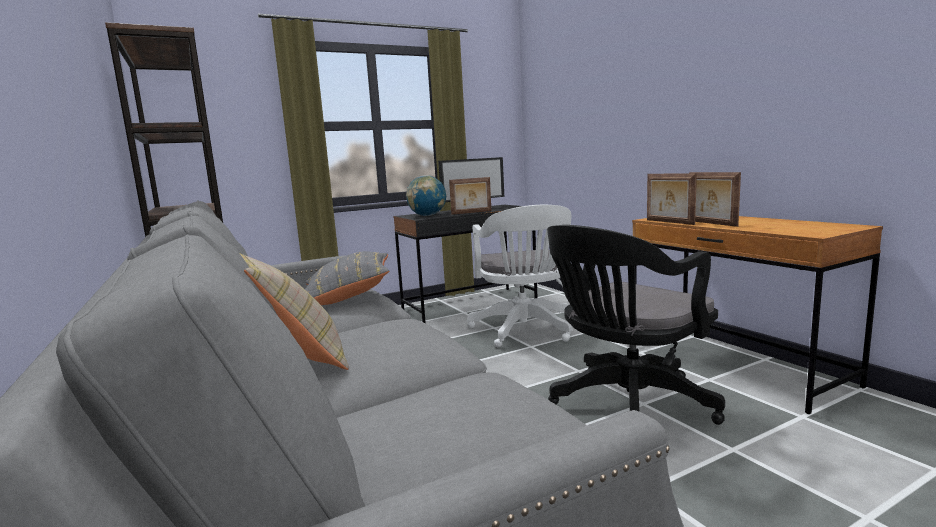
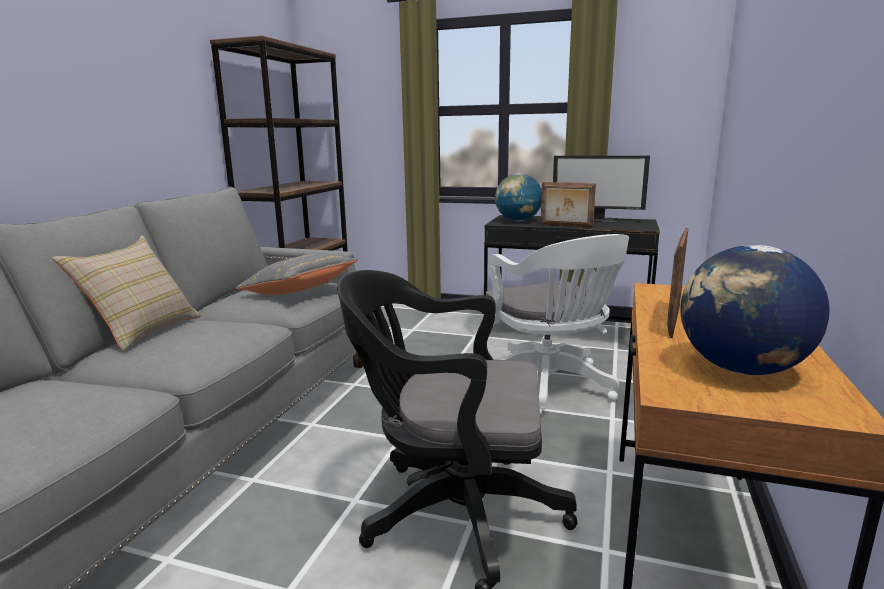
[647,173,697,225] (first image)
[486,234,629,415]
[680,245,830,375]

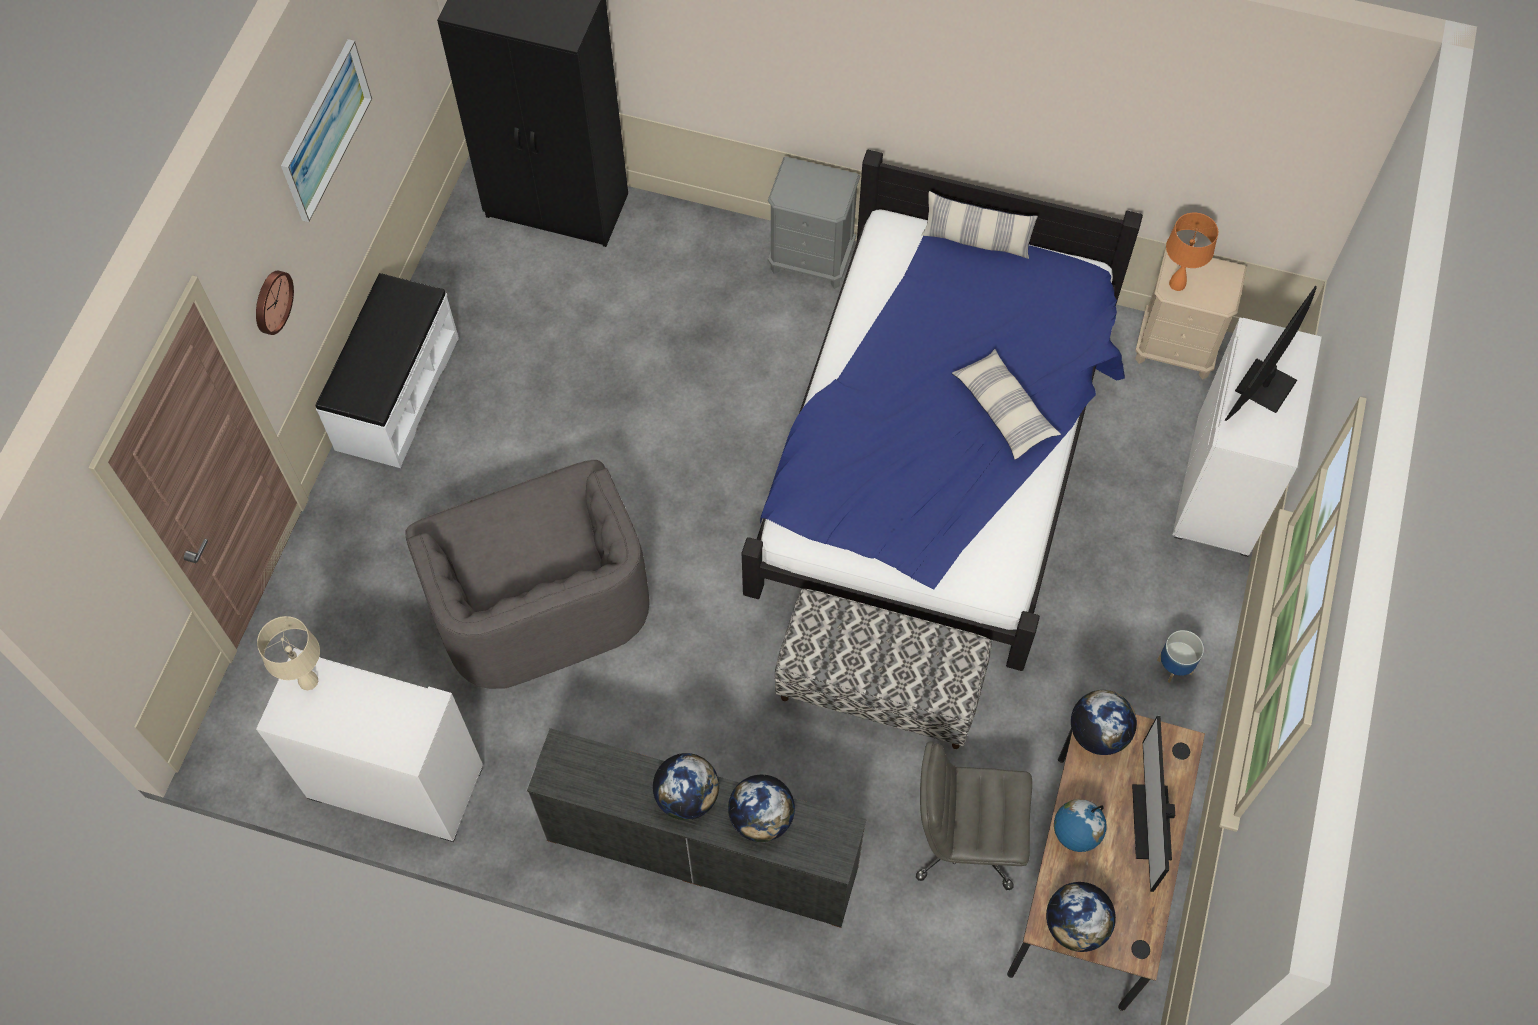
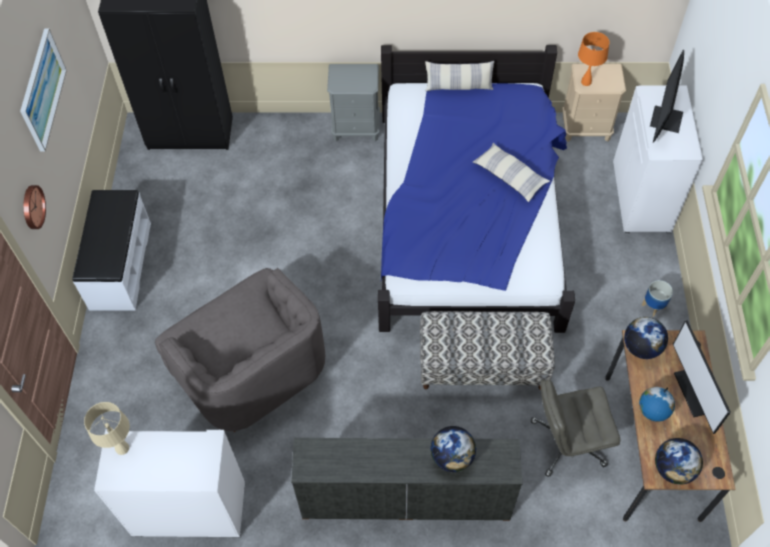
[653,753,719,820] (first image)

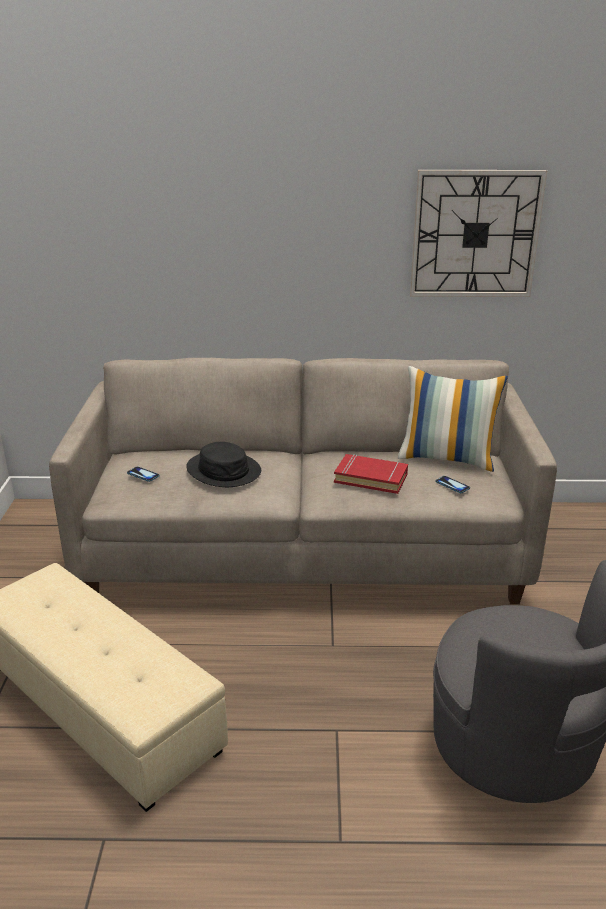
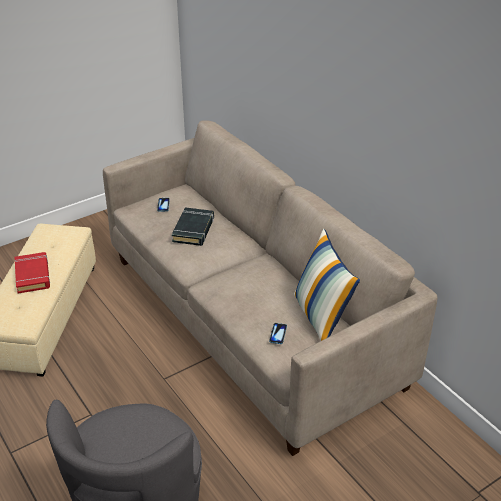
[410,170,547,297] (first image)
[172,207,214,246]
[15,252,50,294]

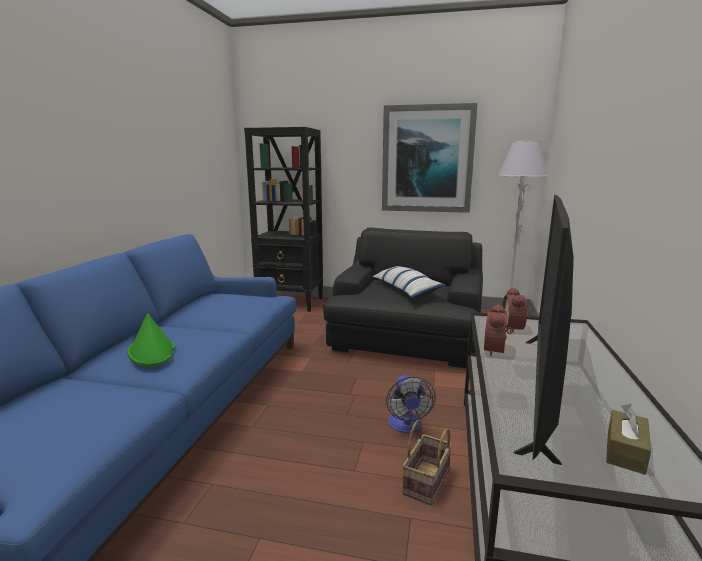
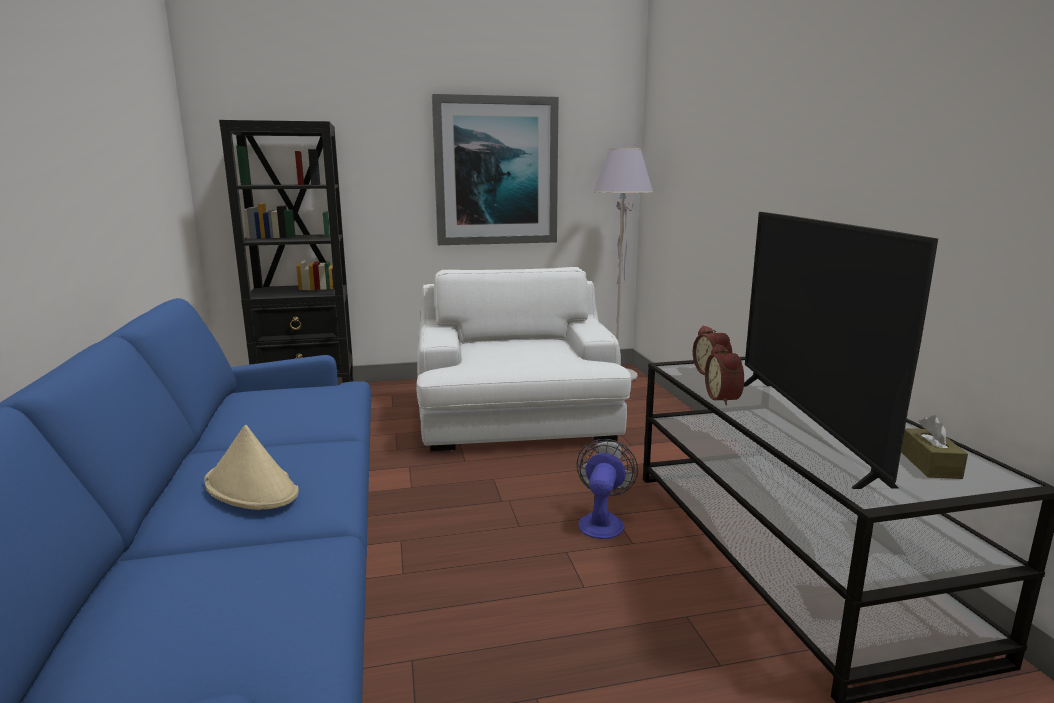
[416,267,631,452]
[372,266,446,298] (first image)
[204,425,299,510]
[576,439,638,539]
[402,419,452,505] (first image)

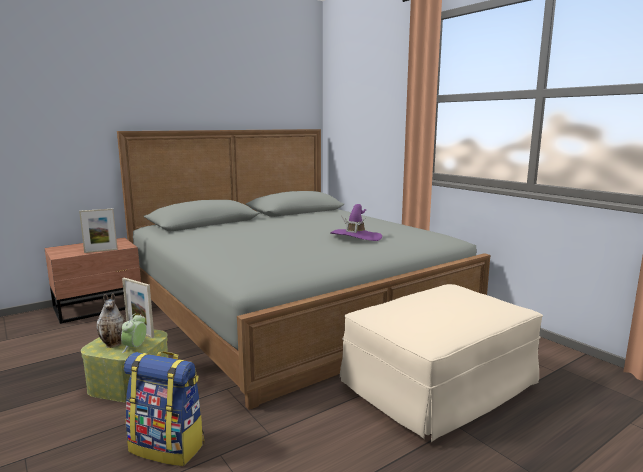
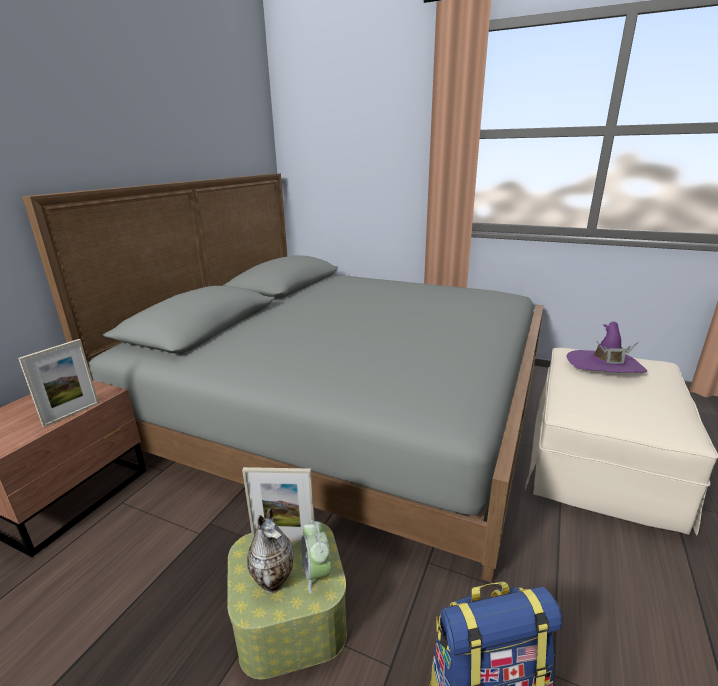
[566,322,647,373]

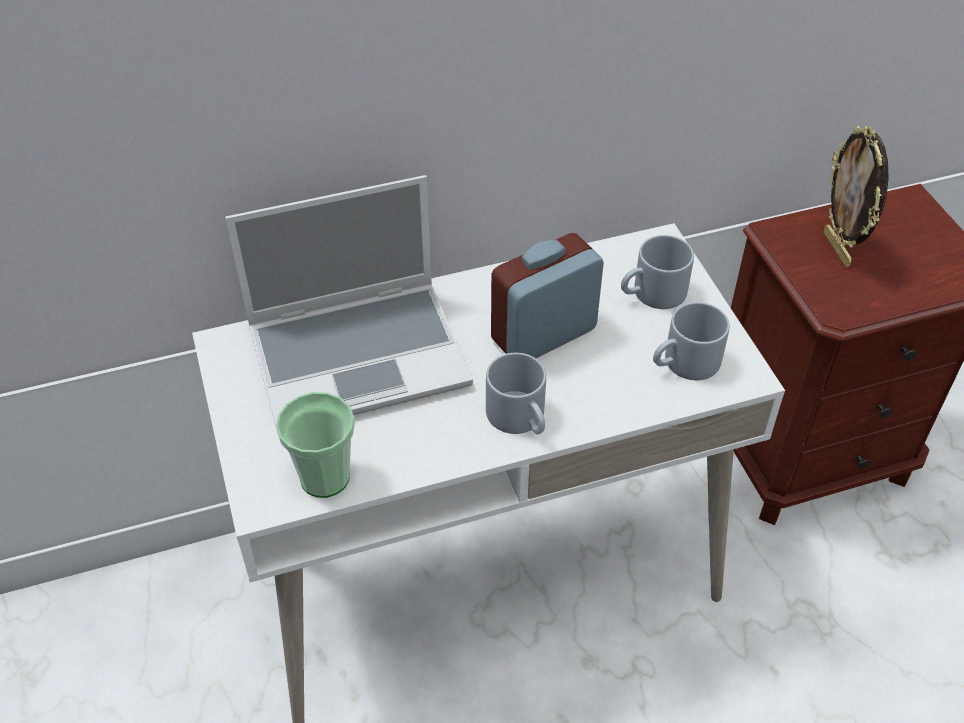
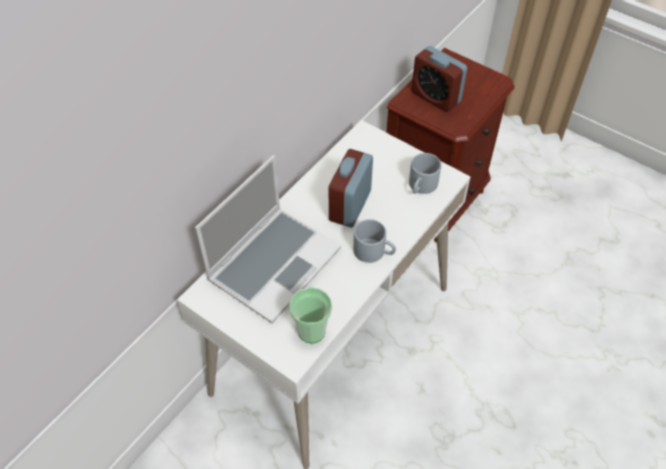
[411,46,467,112]
[621,235,694,309] (first image)

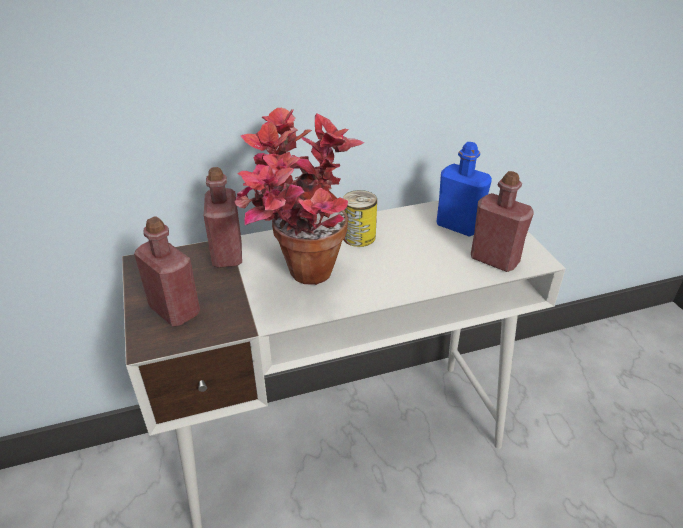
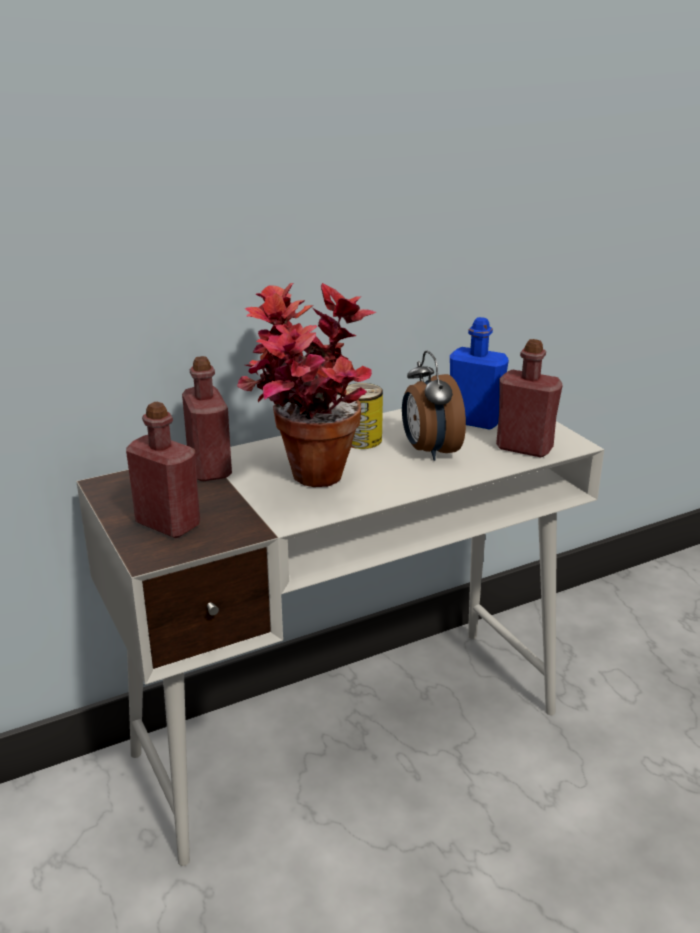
[402,350,466,461]

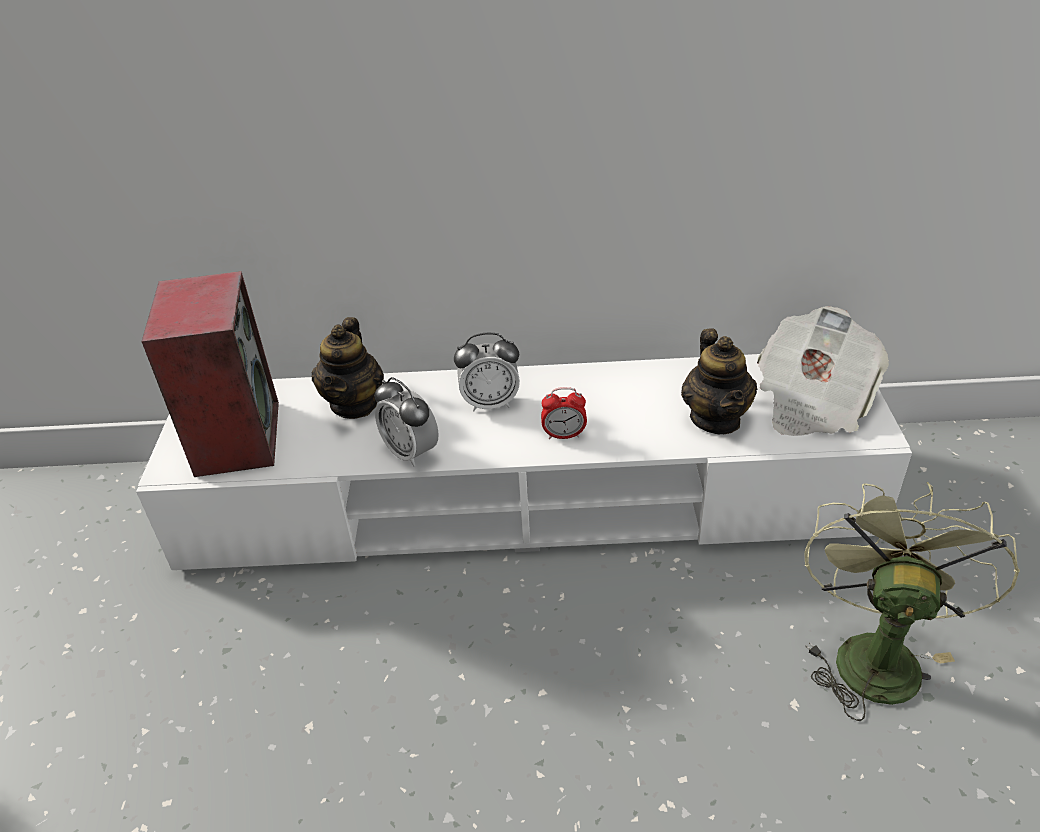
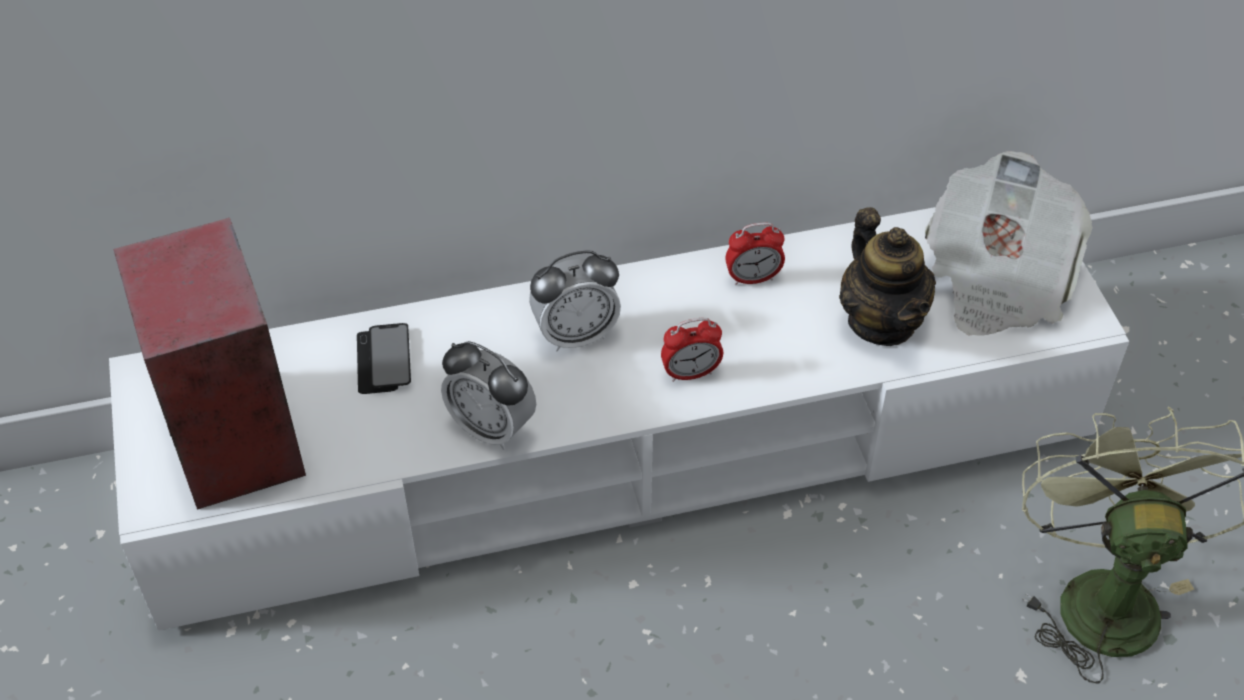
[357,323,411,394]
[725,222,785,285]

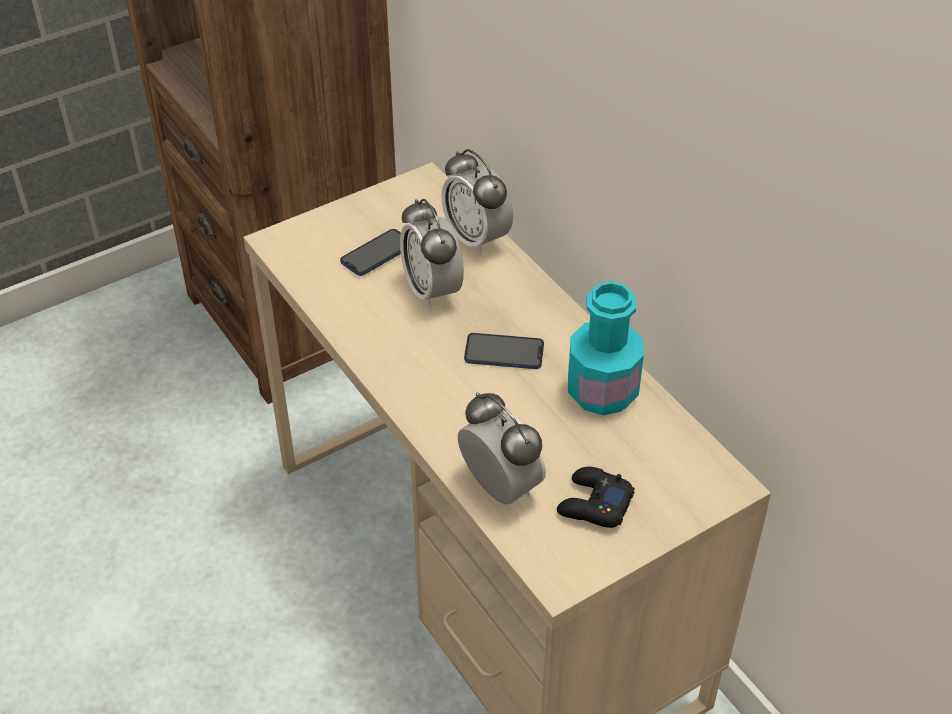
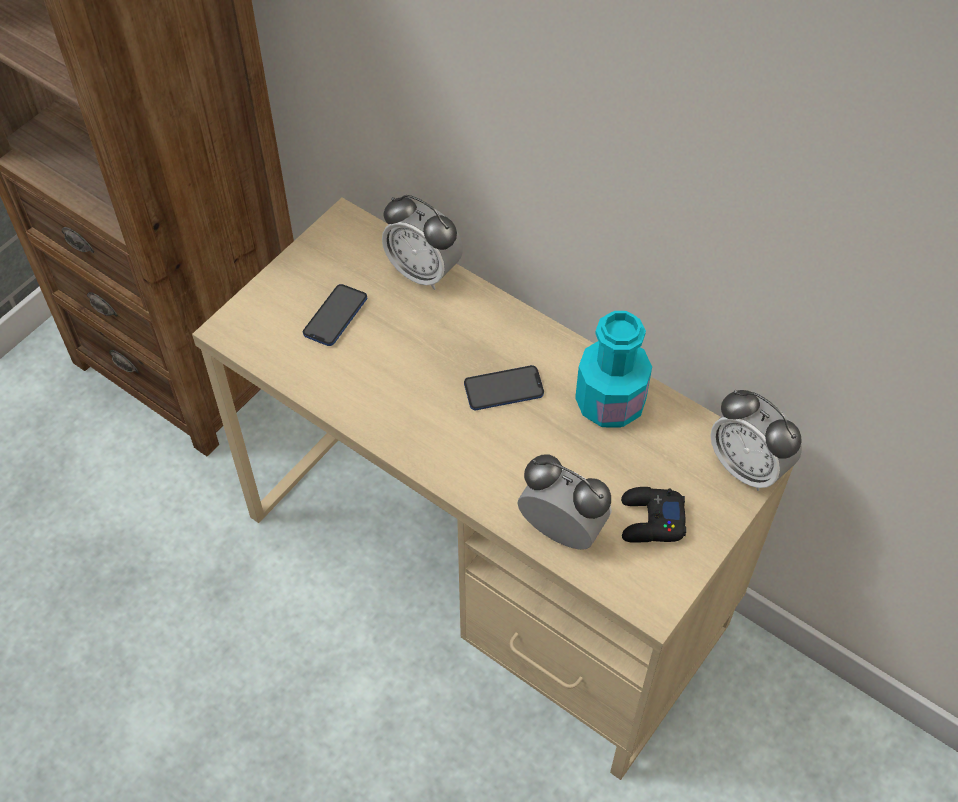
[710,390,802,491]

